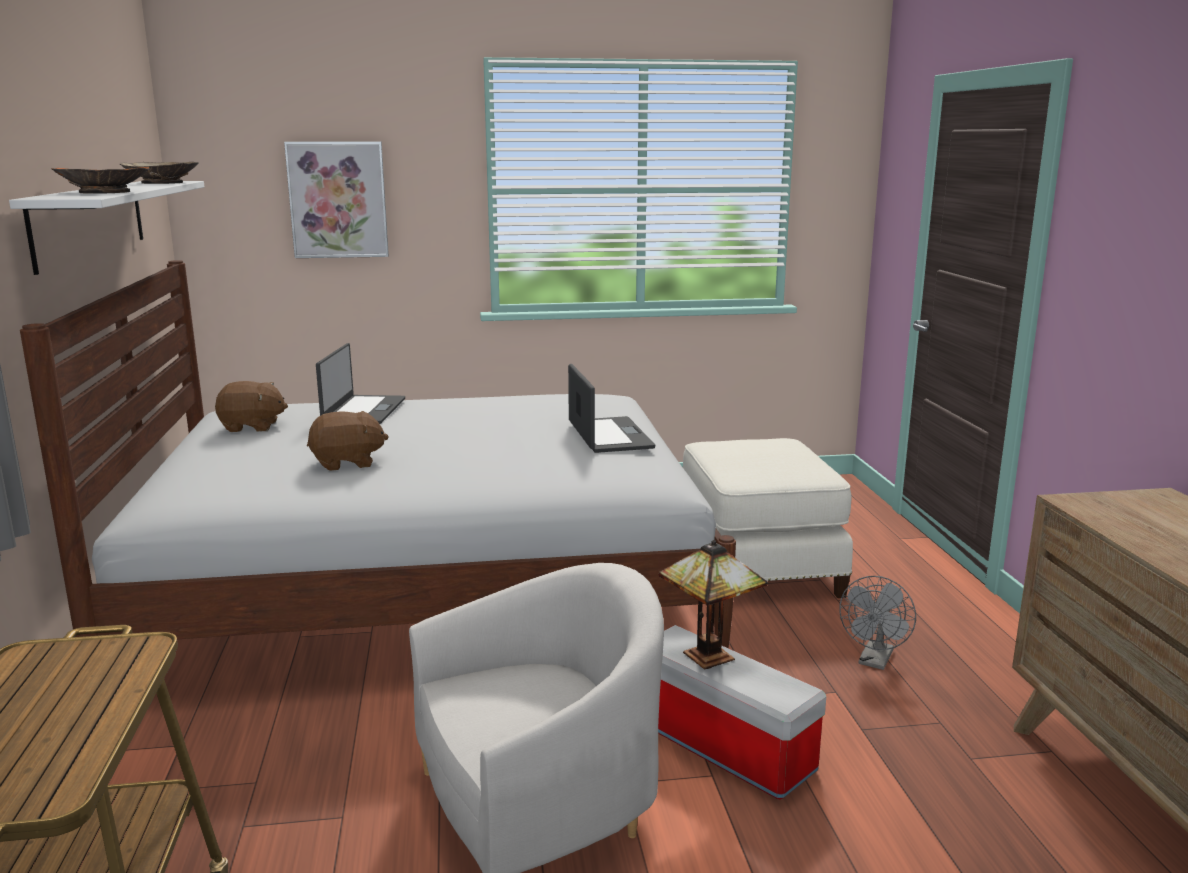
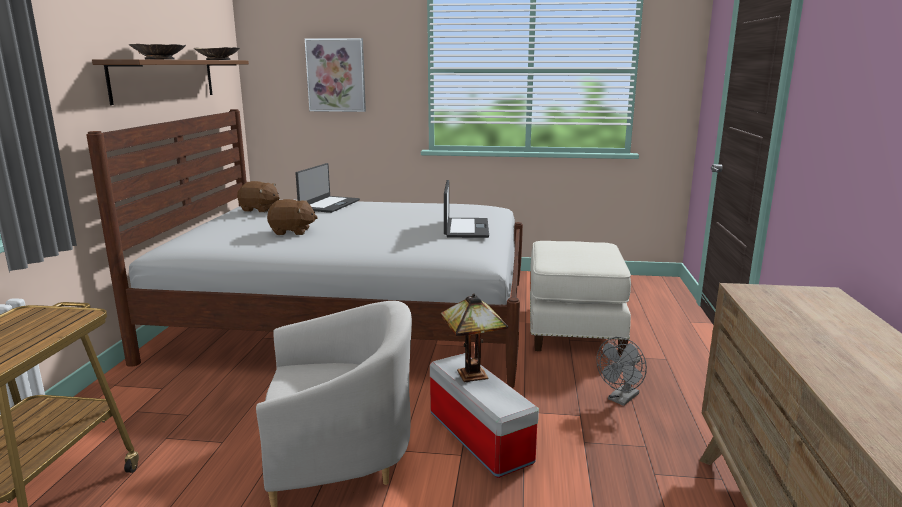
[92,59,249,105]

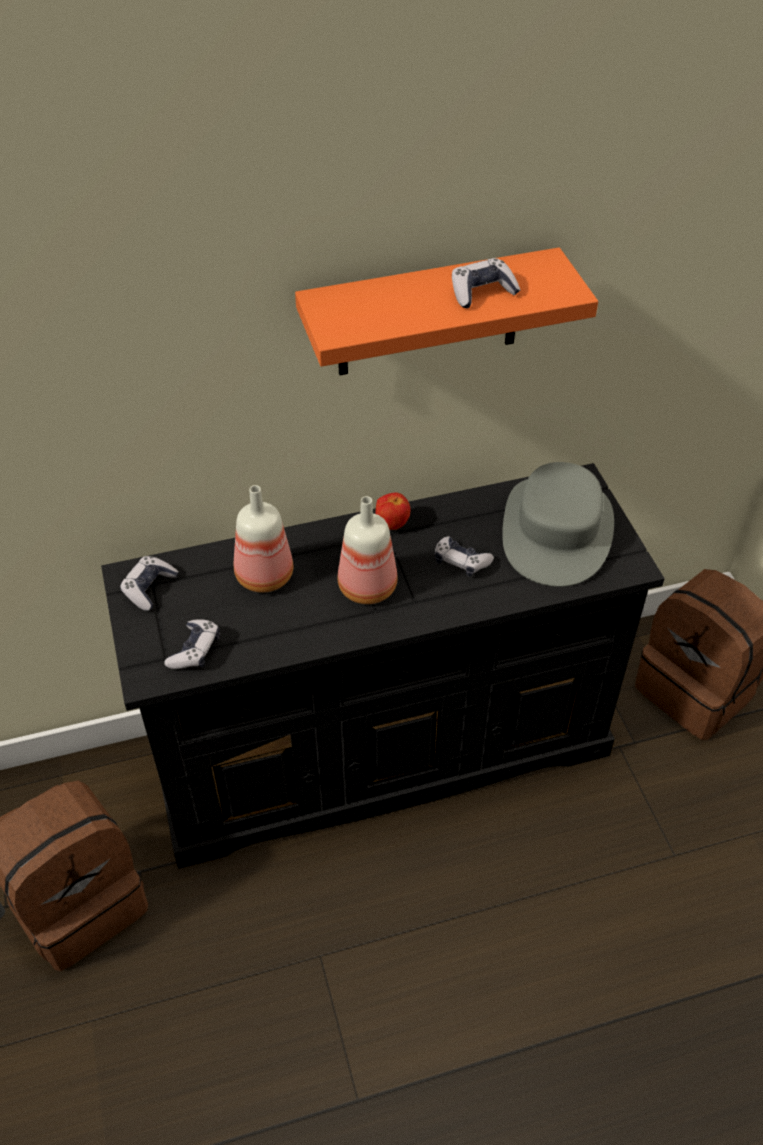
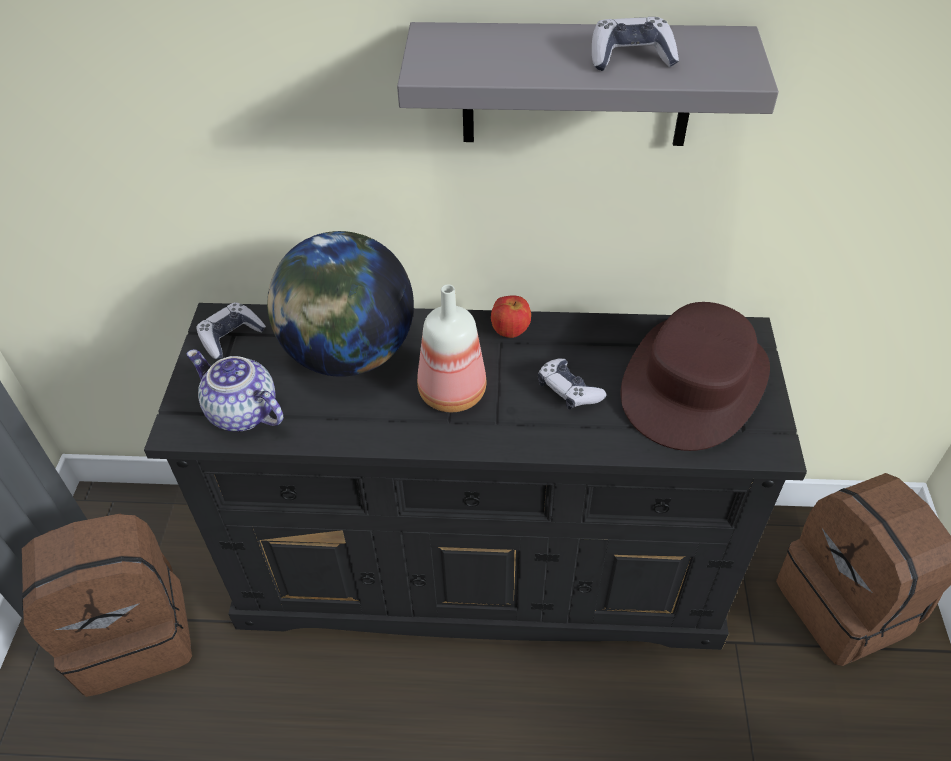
[397,22,779,146]
[621,302,770,451]
[267,231,414,377]
[187,349,284,431]

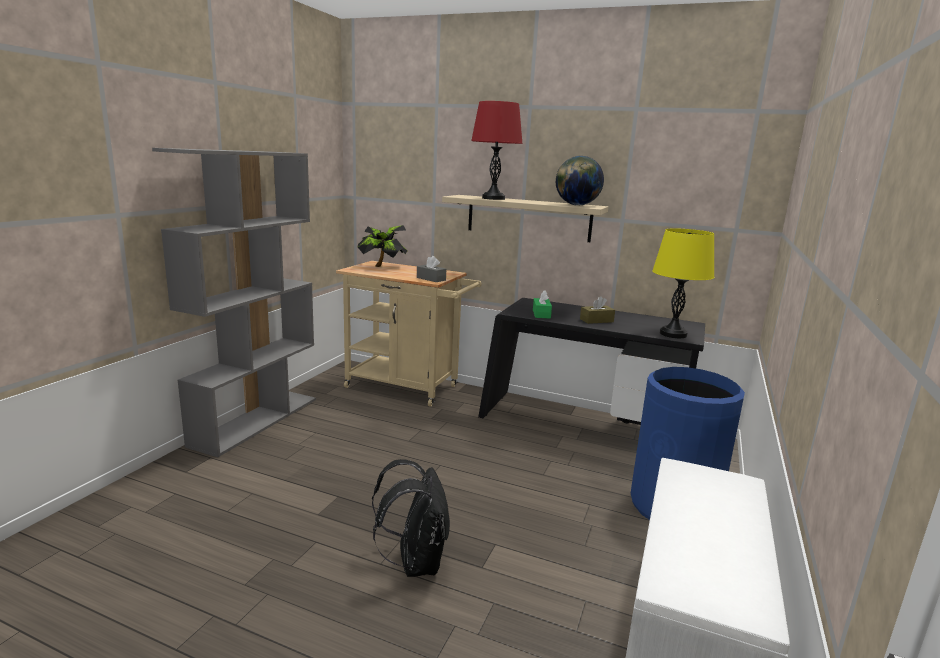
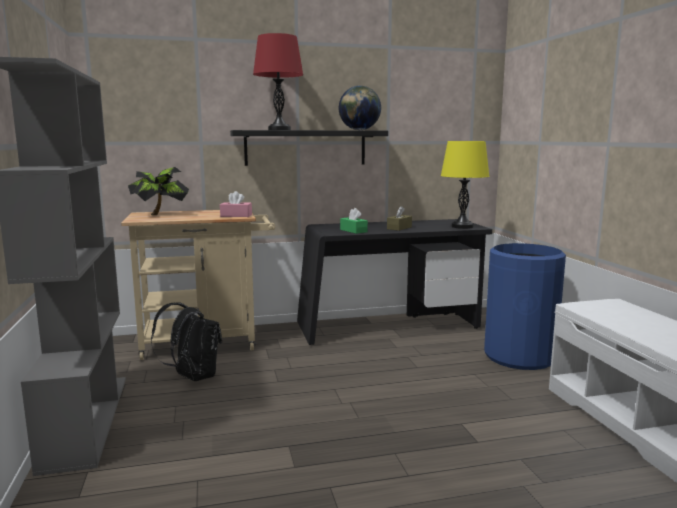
[230,130,388,166]
[220,191,252,217]
[151,302,222,381]

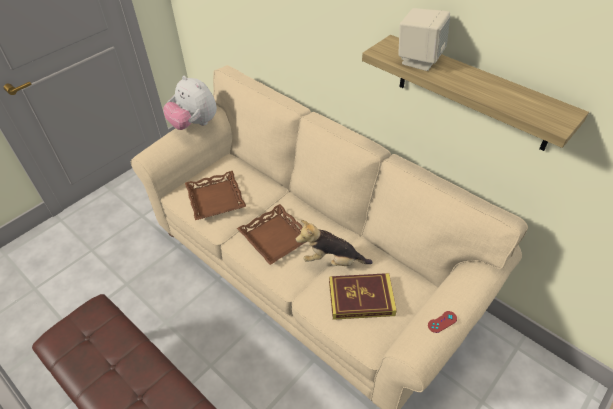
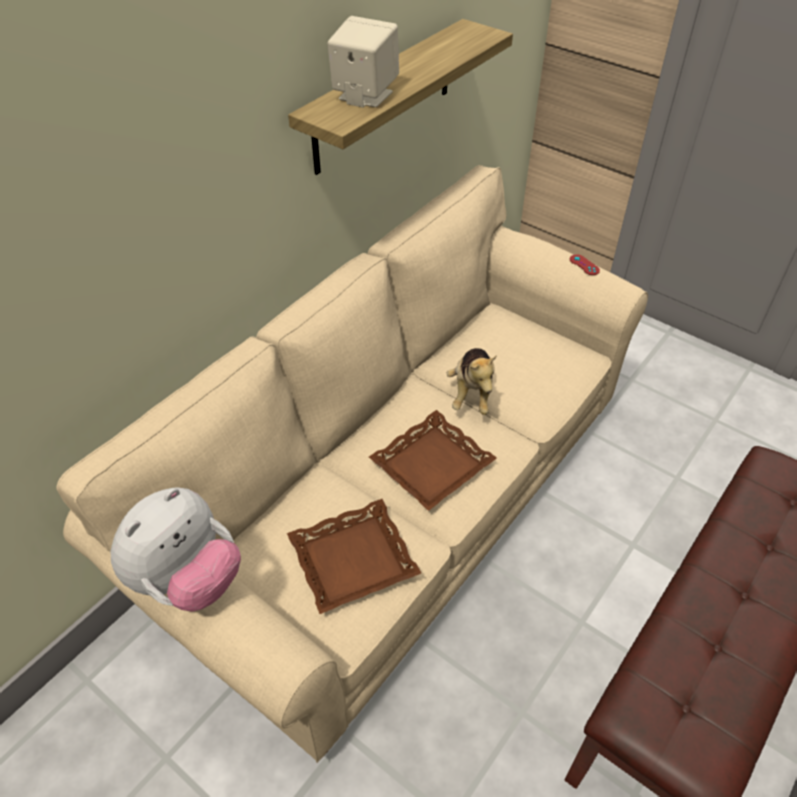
[329,273,397,320] (first image)

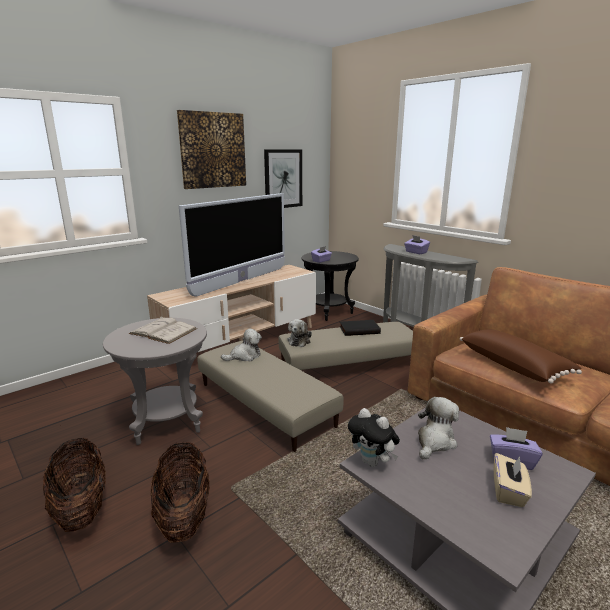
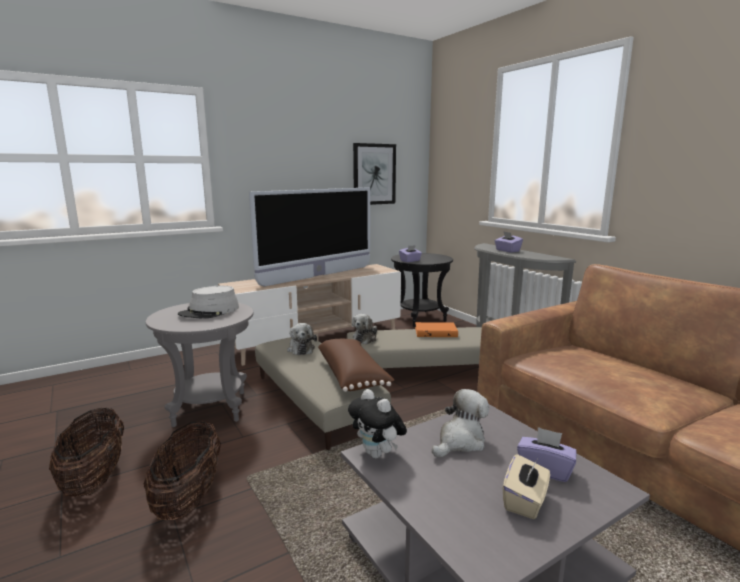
[177,110,246,189] (first image)
[178,286,239,319]
[415,322,458,337]
[287,323,317,355]
[318,339,394,392]

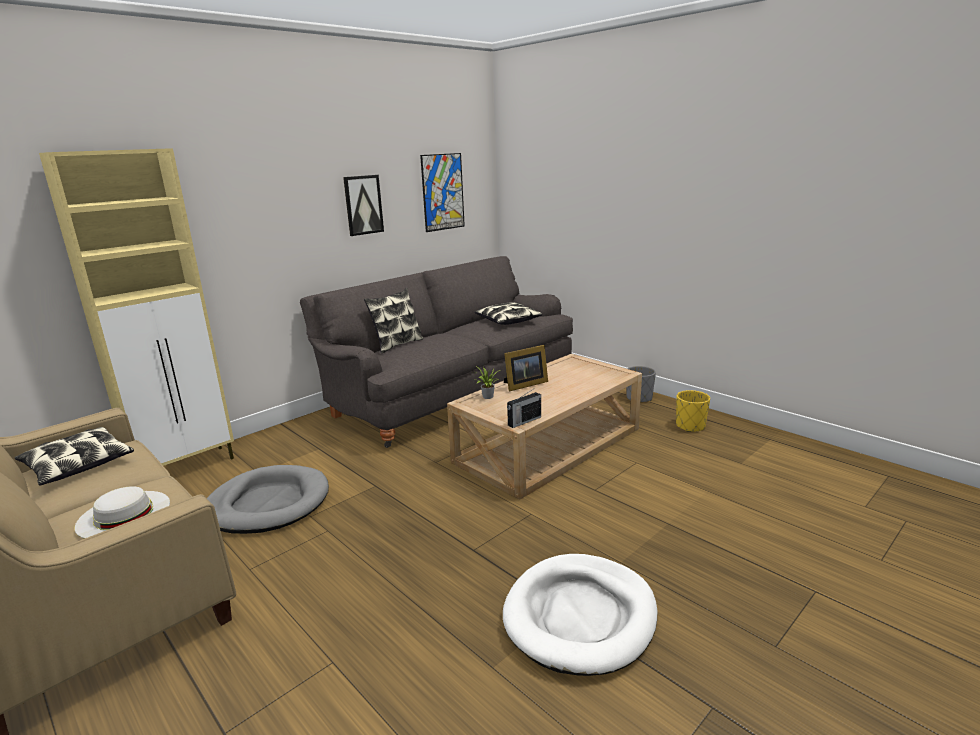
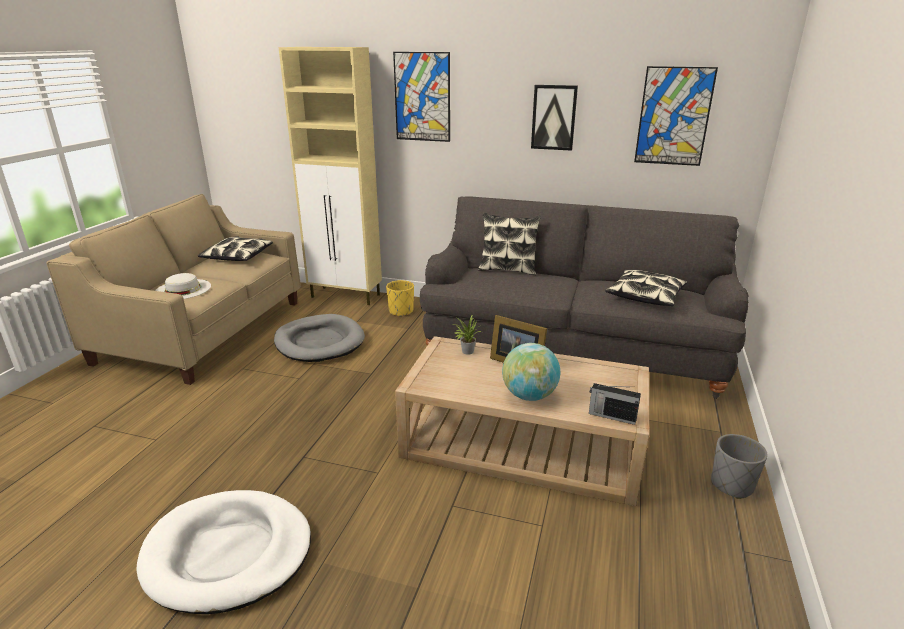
[589,383,641,425]
[386,280,414,317]
[393,52,450,142]
[502,343,560,401]

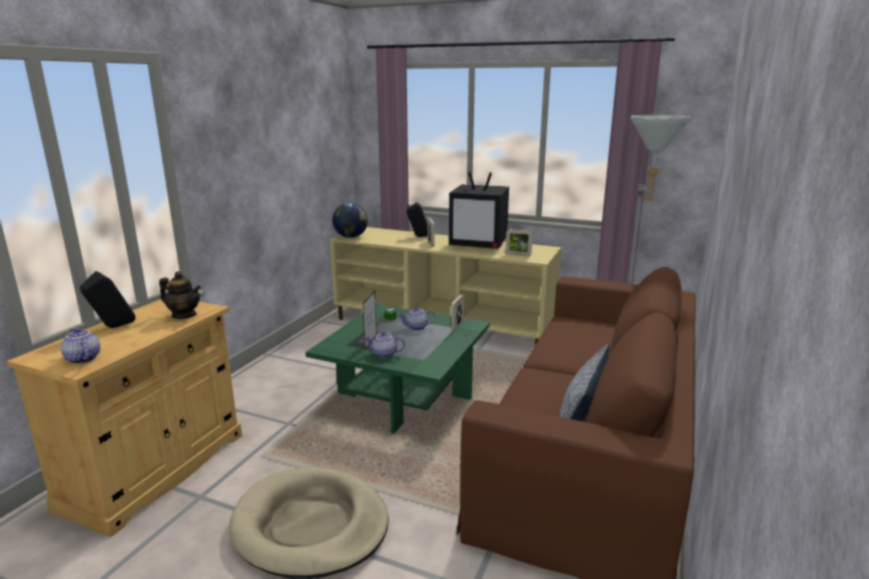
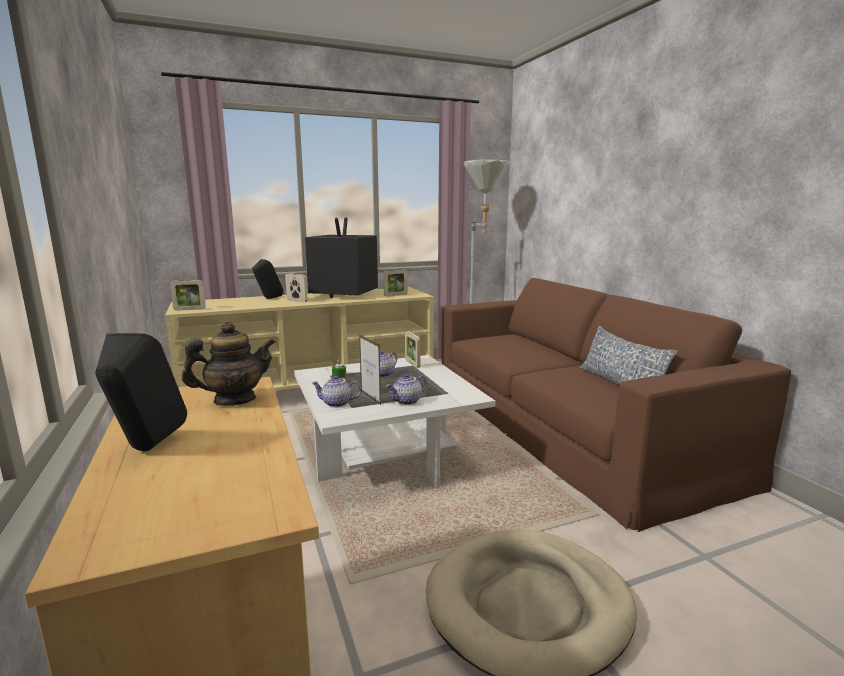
[305,217,378,298]
[170,280,206,311]
[294,355,495,488]
[312,375,361,407]

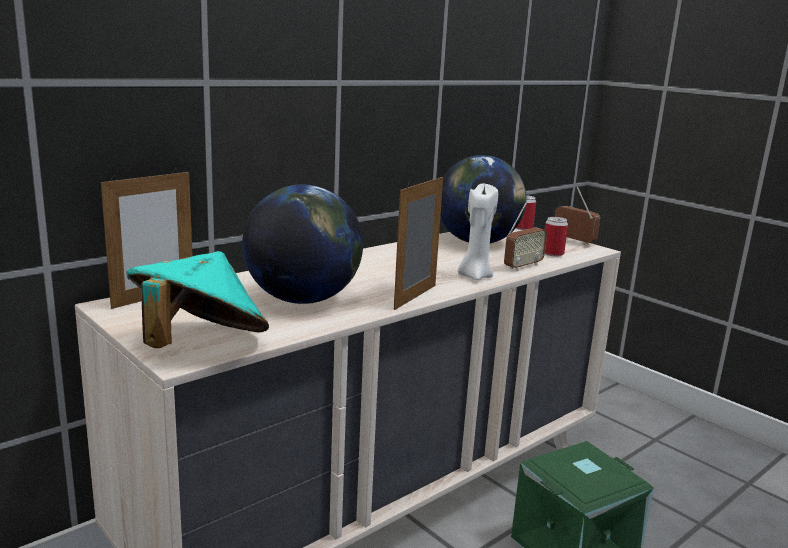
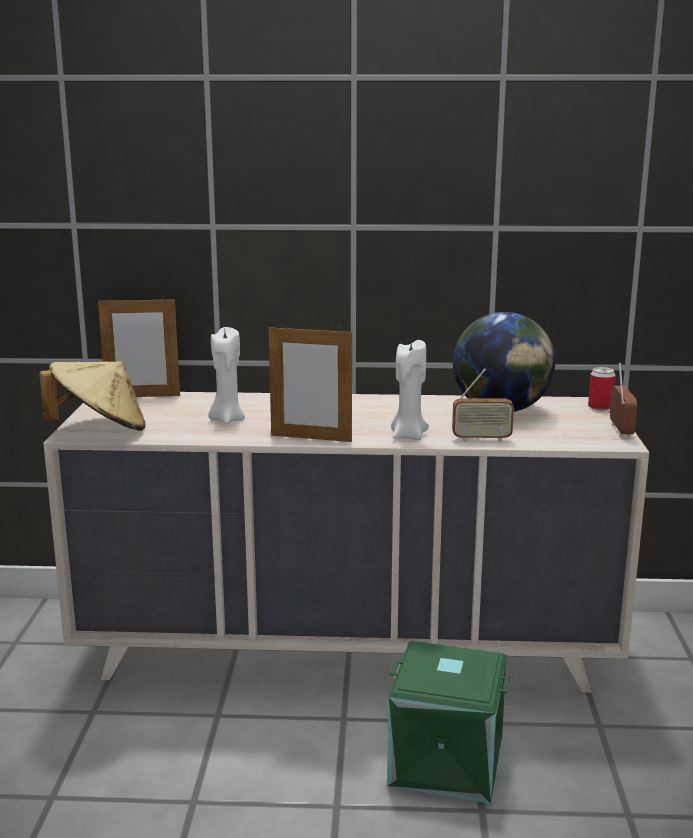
[268,324,352,442]
[208,327,245,424]
[545,217,568,257] (first image)
[39,361,146,431]

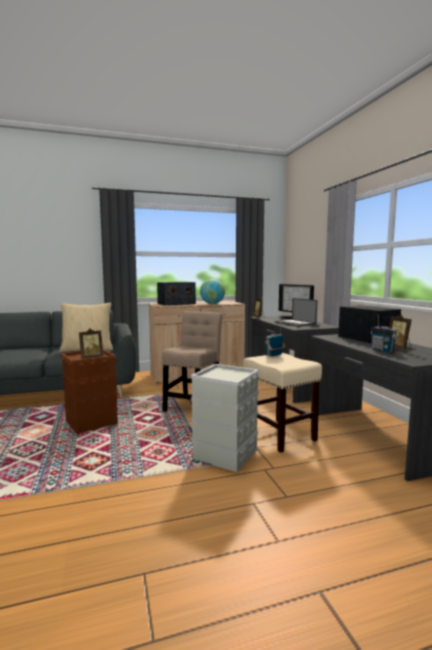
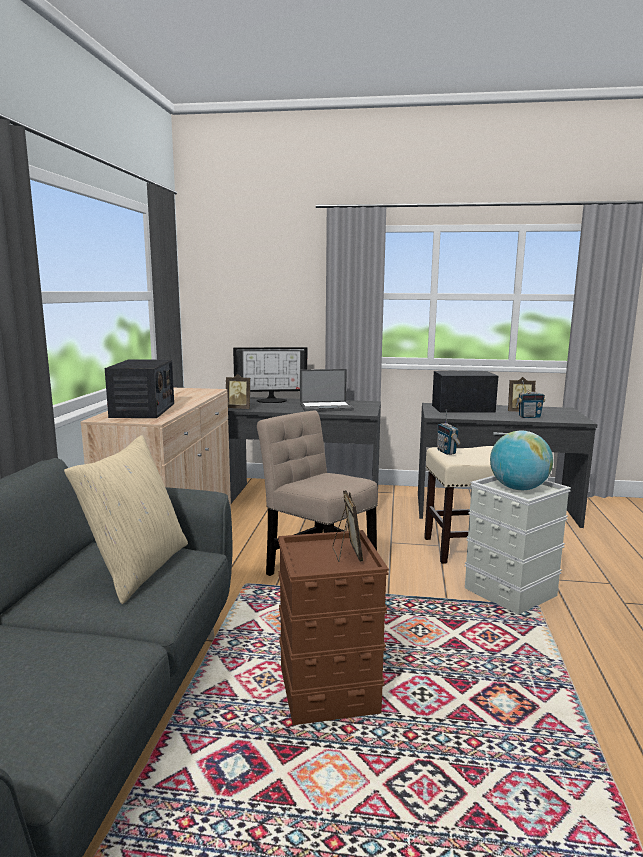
[490,431,553,490]

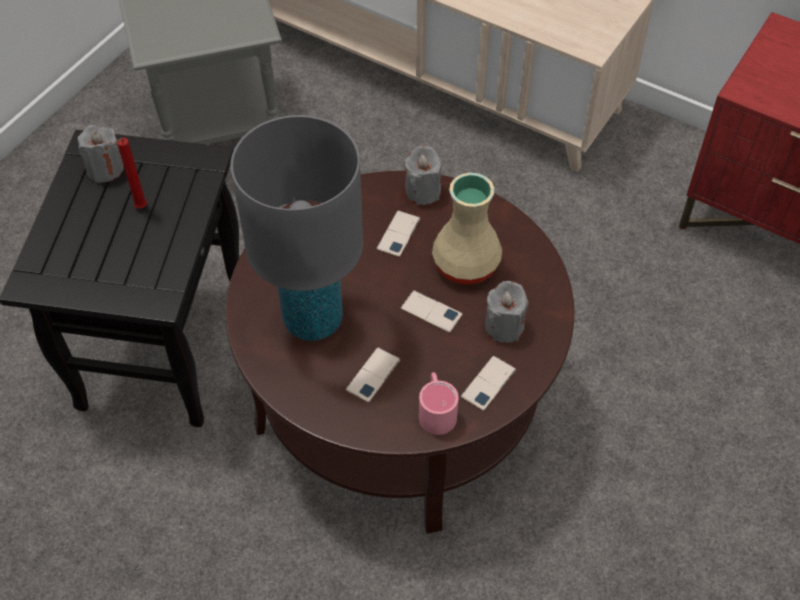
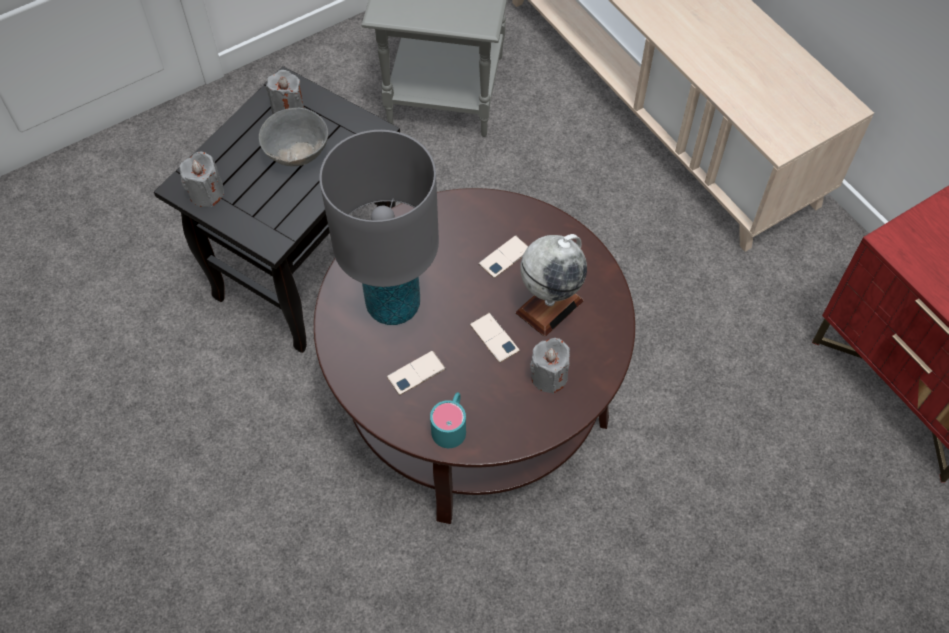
[259,108,328,166]
[179,152,224,207]
[516,234,587,337]
[461,356,516,411] (first image)
[430,392,466,448]

